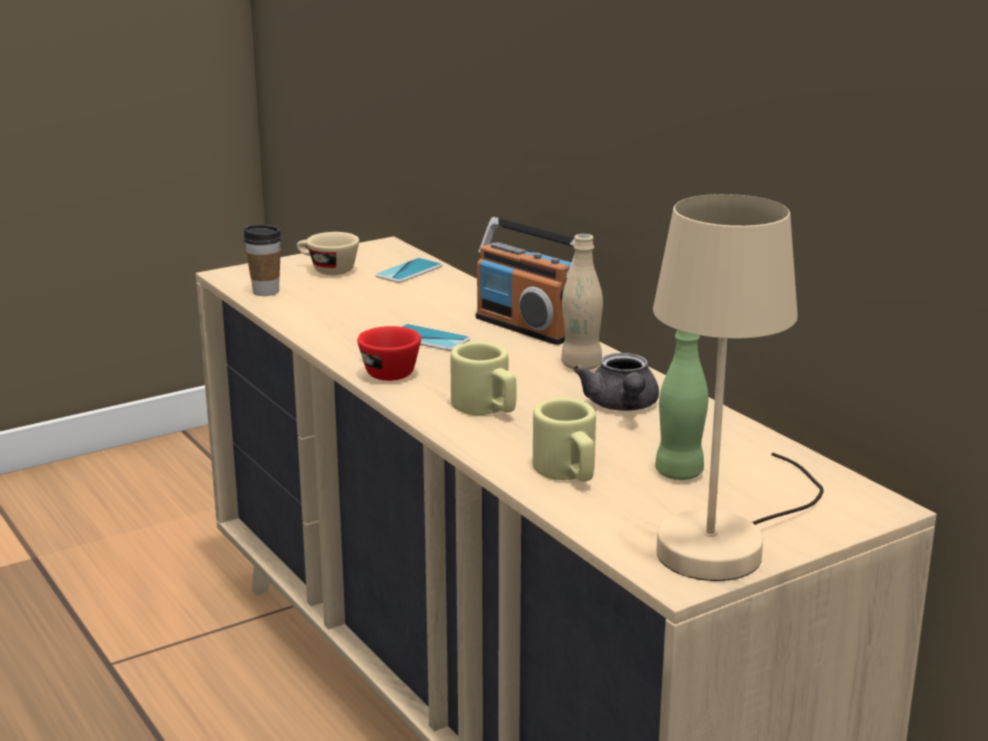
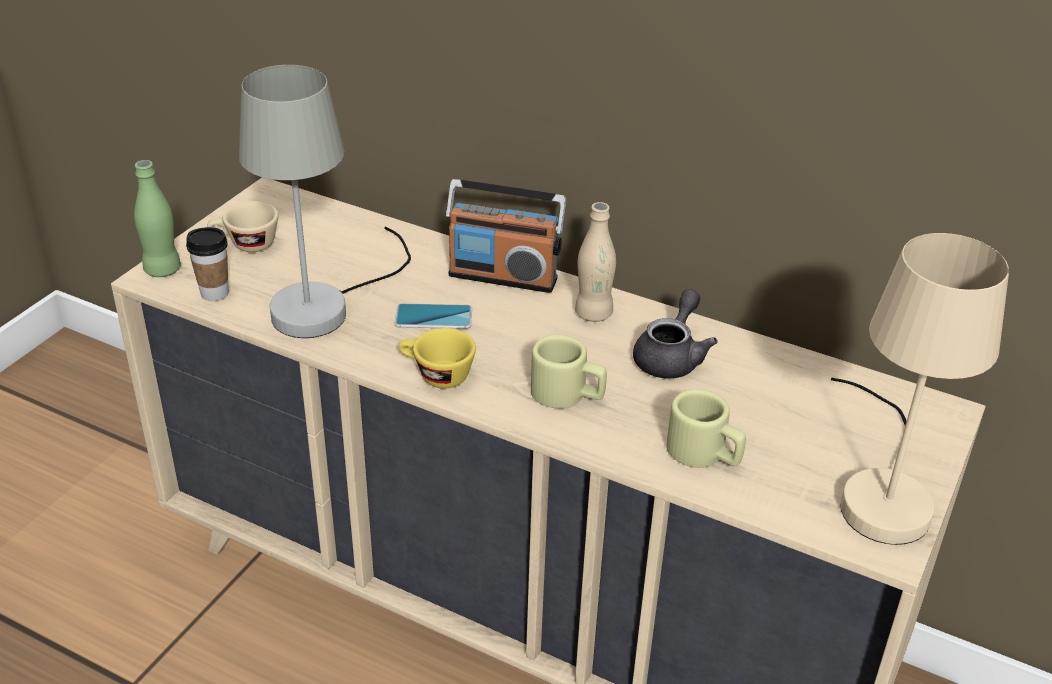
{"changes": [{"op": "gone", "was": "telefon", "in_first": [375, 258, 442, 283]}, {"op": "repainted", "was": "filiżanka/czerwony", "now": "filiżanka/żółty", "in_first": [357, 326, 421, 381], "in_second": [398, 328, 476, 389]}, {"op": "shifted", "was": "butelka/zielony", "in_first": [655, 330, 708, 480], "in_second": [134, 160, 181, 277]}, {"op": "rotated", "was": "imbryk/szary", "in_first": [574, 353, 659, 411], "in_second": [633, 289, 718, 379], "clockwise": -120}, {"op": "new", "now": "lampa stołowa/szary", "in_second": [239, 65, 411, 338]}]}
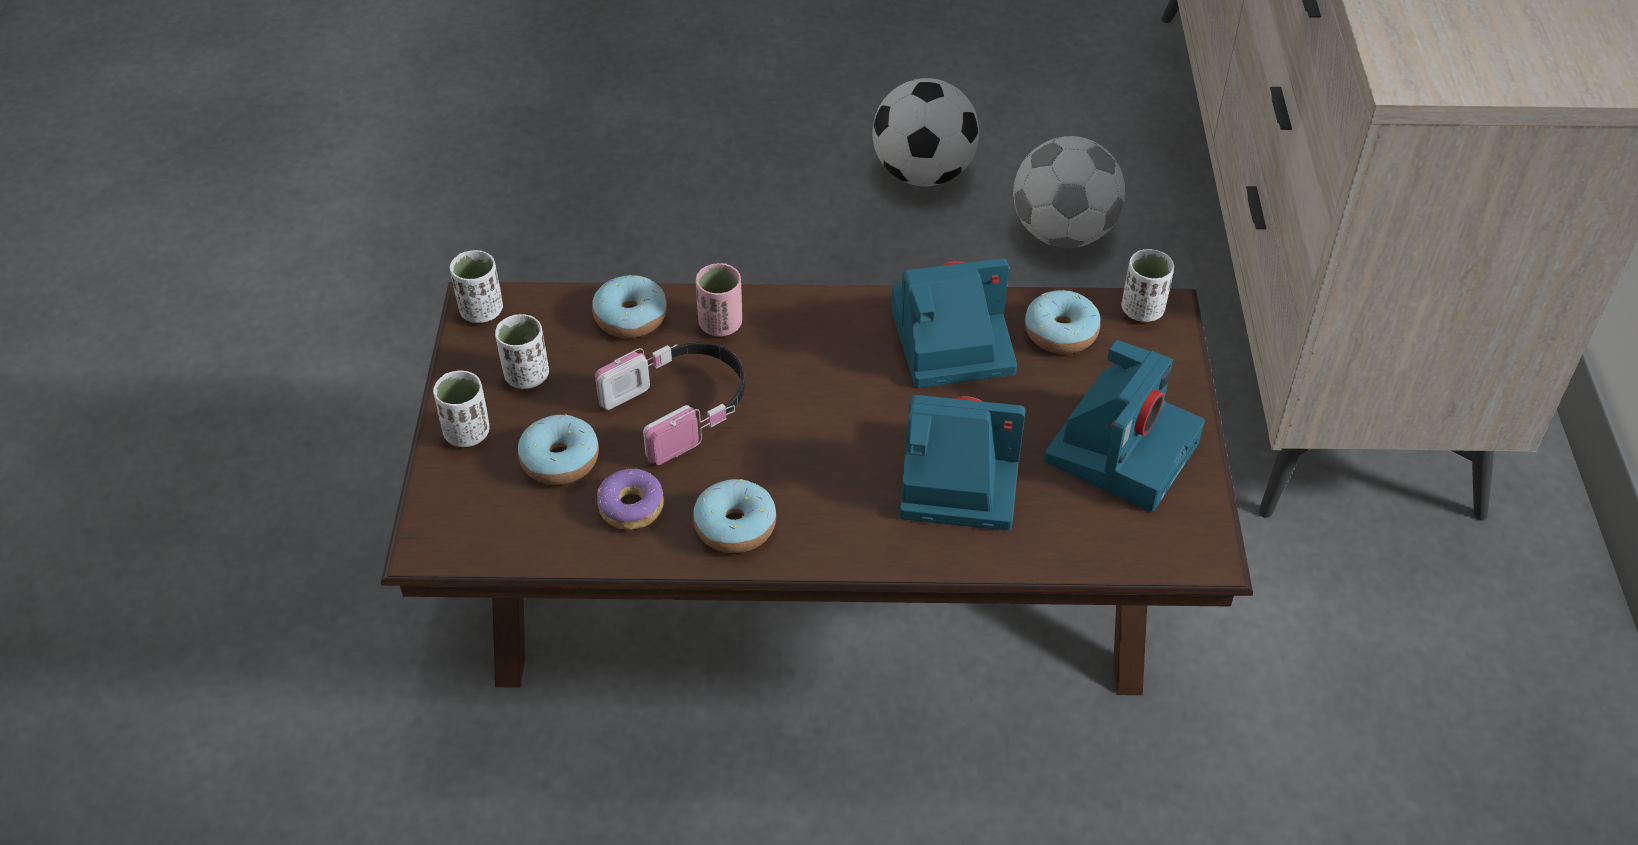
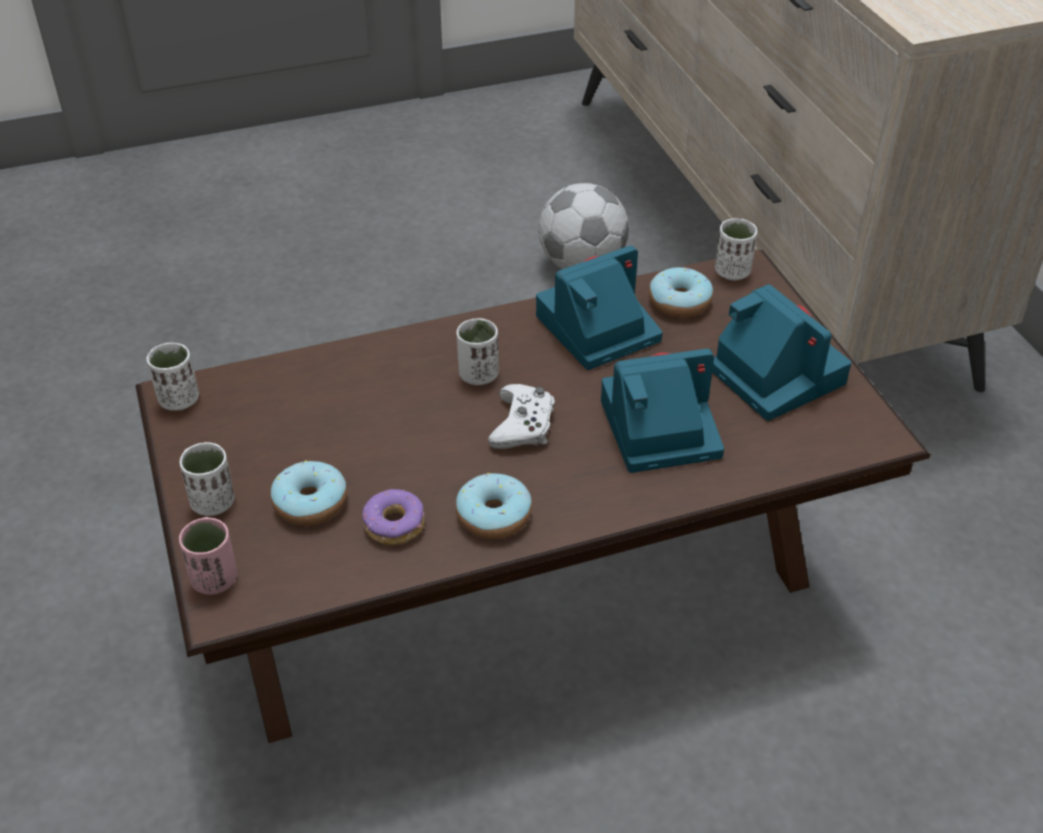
{"changes": [{"op": "gone", "was": "piłka futbolowa", "in_first": [872, 78, 979, 186]}, {"op": "shifted", "was": "filiżanka/różowy", "in_first": [696, 263, 742, 336], "in_second": [179, 517, 237, 595]}, {"op": "gone", "was": "donut", "in_first": [592, 275, 667, 338]}, {"op": "shifted", "was": "filiżanka/biały", "in_first": [495, 314, 549, 389], "in_second": [457, 318, 499, 385]}, {"op": "rotated", "was": "aparat fotograficzny", "in_first": [1044, 340, 1205, 512], "in_second": [712, 284, 851, 421], "clockwise": -45}, {"op": "gone", "was": "słuchawki", "in_first": [595, 342, 745, 465]}, {"op": "new", "now": "pad do gier/biały", "in_second": [488, 384, 555, 449]}]}
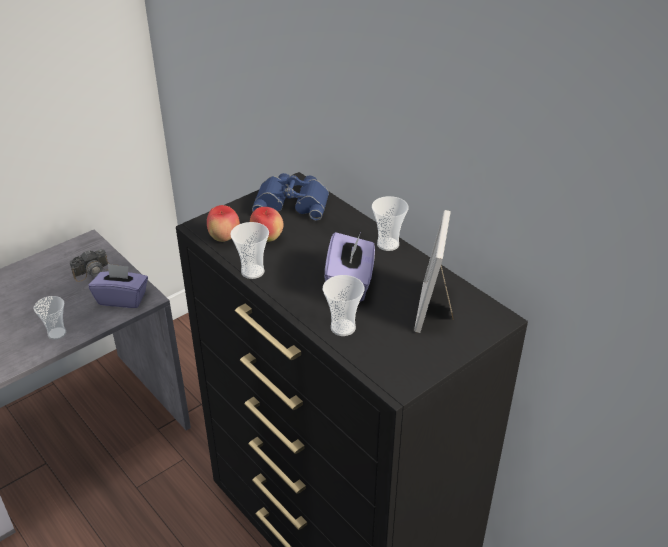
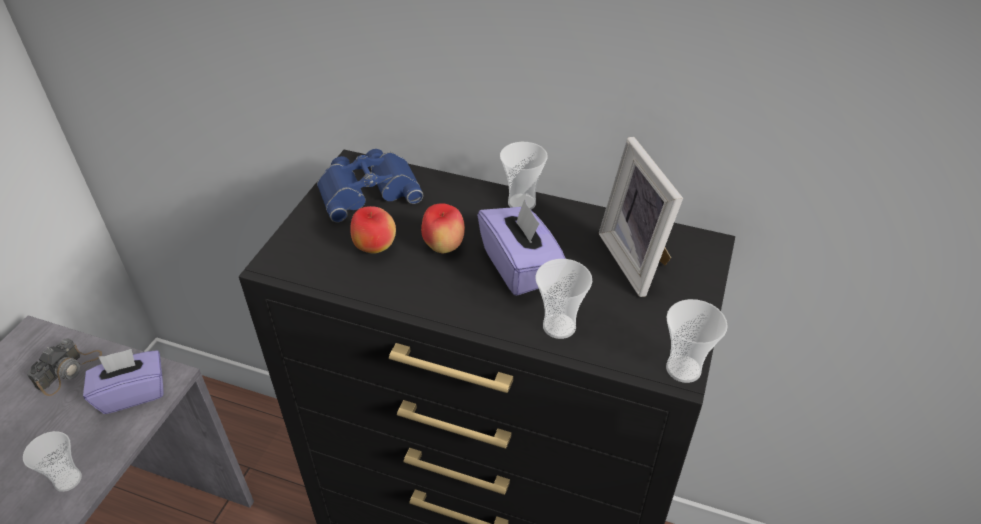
{"changes": [{"op": "shifted", "was": "jabłko", "in_first": [207, 205, 240, 242], "in_second": [421, 203, 465, 253]}, {"op": "shifted", "was": "filiżanka", "in_first": [230, 222, 269, 279], "in_second": [666, 299, 728, 383]}]}
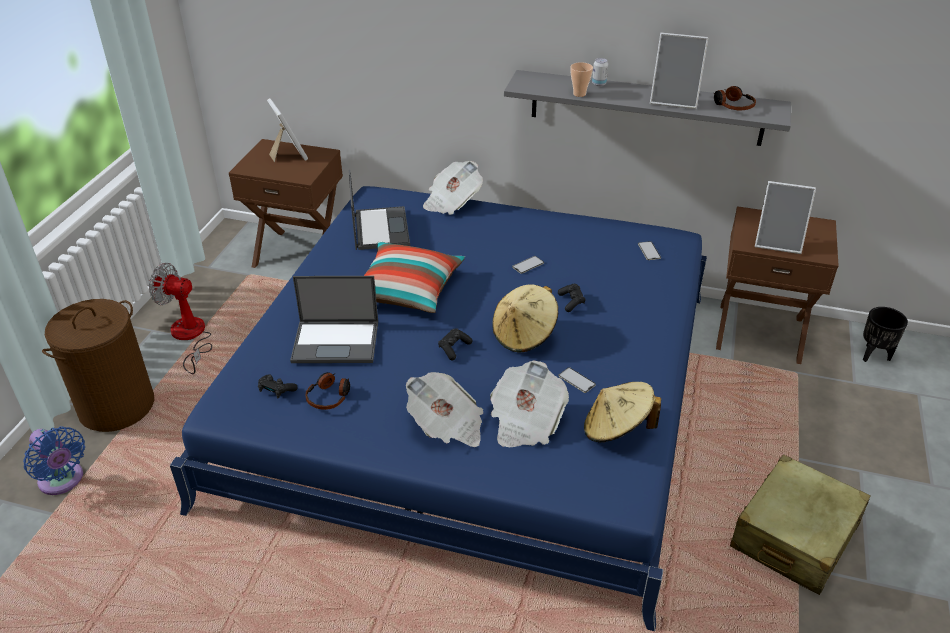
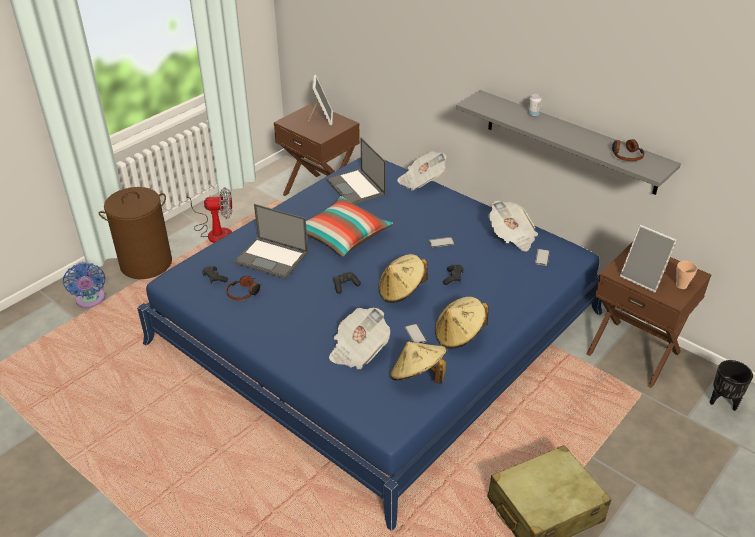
{"changes": [{"op": "gone", "was": "ramka na zdjęcie", "in_first": [650, 32, 709, 109]}, {"op": "shifted", "was": "filiżanka", "in_first": [570, 62, 593, 97], "in_second": [676, 261, 697, 289]}, {"op": "rotated", "was": "laptop", "in_first": [349, 170, 410, 250], "in_second": [326, 138, 386, 204], "clockwise": 135}, {"op": "rotated", "was": "wentylator", "in_first": [149, 263, 212, 374], "in_second": [185, 187, 232, 243], "clockwise": 135}, {"op": "shifted", "was": "gazeta", "in_first": [406, 372, 483, 447], "in_second": [488, 200, 538, 252]}, {"op": "new", "now": "kapelusz/beżowy", "in_second": [435, 297, 489, 349]}]}
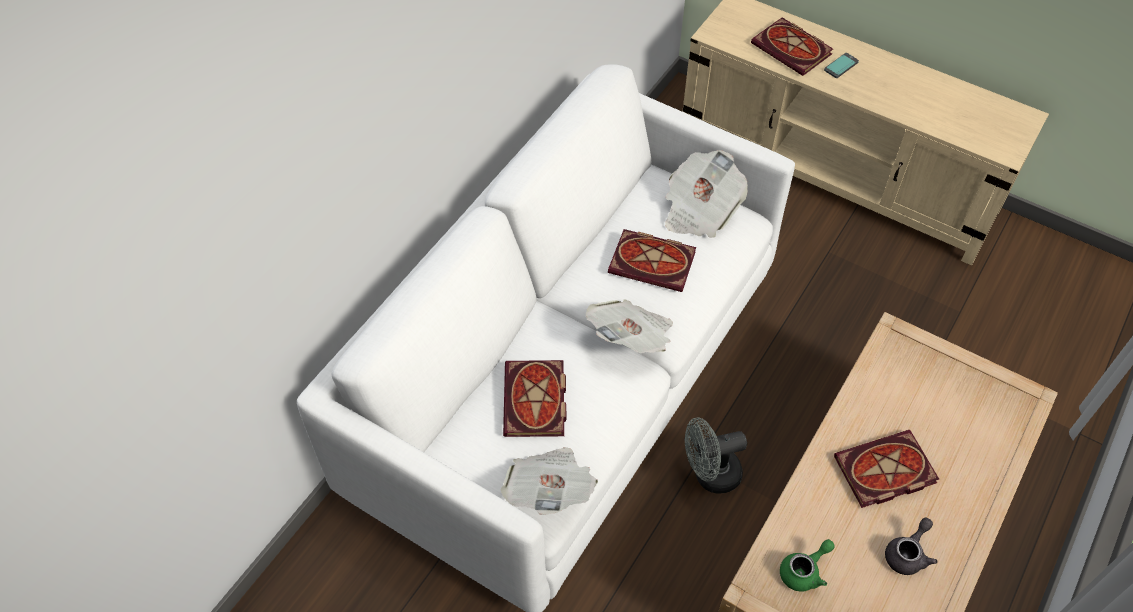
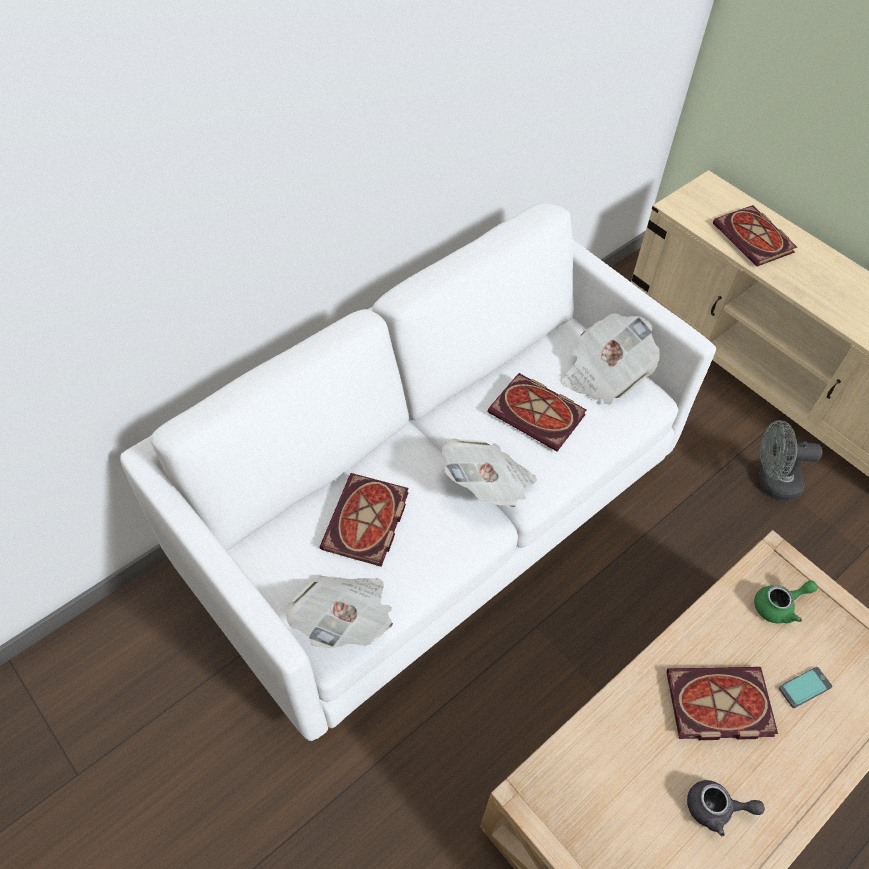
{"changes": [{"op": "shifted", "was": "telefon", "in_first": [824, 53, 859, 78], "in_second": [779, 667, 832, 708]}, {"op": "shifted", "was": "wentylator/szary", "in_first": [685, 418, 747, 494], "in_second": [759, 420, 822, 500]}, {"op": "rotated", "was": "imbryk/szary", "in_first": [885, 517, 938, 575], "in_second": [687, 780, 765, 836], "clockwise": 45}, {"op": "shifted", "was": "imbryk/zielony", "in_first": [780, 539, 834, 592], "in_second": [754, 580, 818, 623]}]}
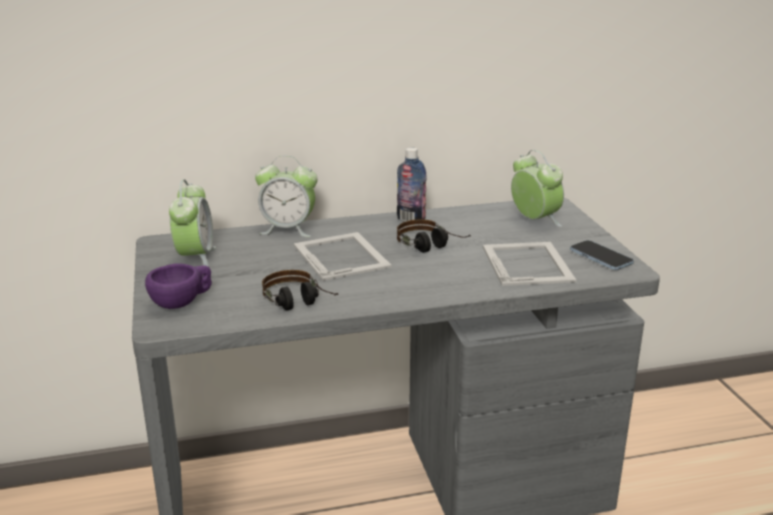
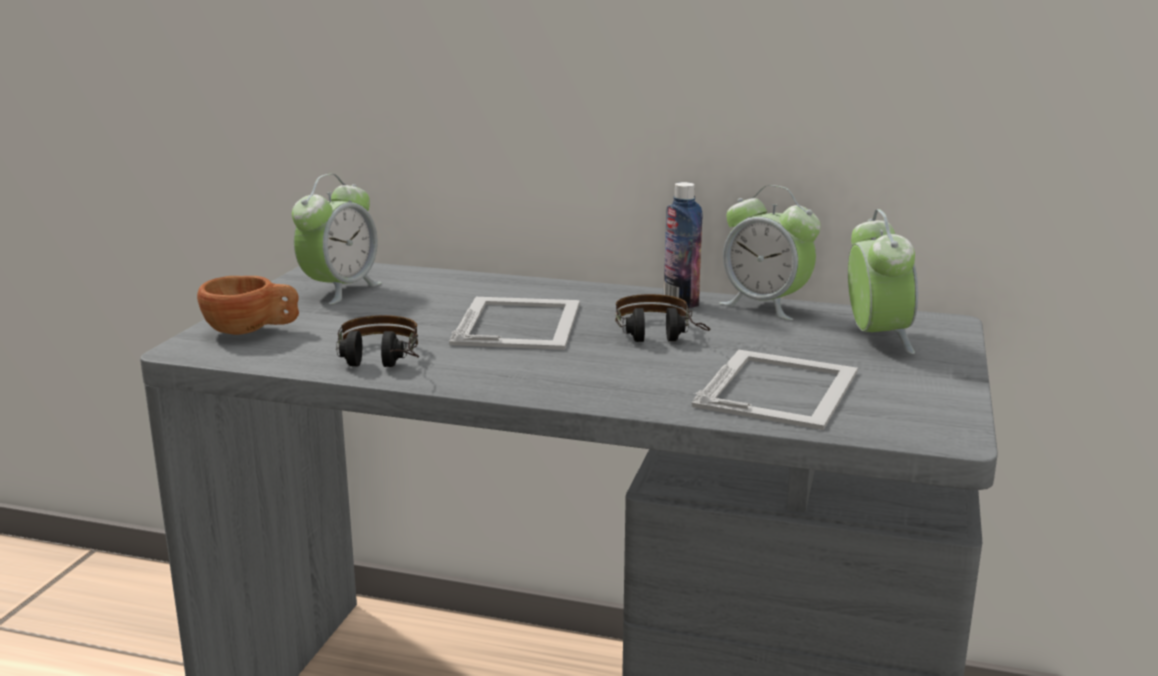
{"changes": [{"op": "shifted", "was": "budzik", "in_first": [255, 156, 318, 237], "in_second": [719, 185, 821, 320]}, {"op": "gone", "was": "telefon", "in_first": [570, 240, 634, 270]}, {"op": "repainted", "was": "filiżanka/fioletowy", "now": "filiżanka/brązowy", "in_first": [145, 263, 212, 309], "in_second": [197, 276, 299, 335]}]}
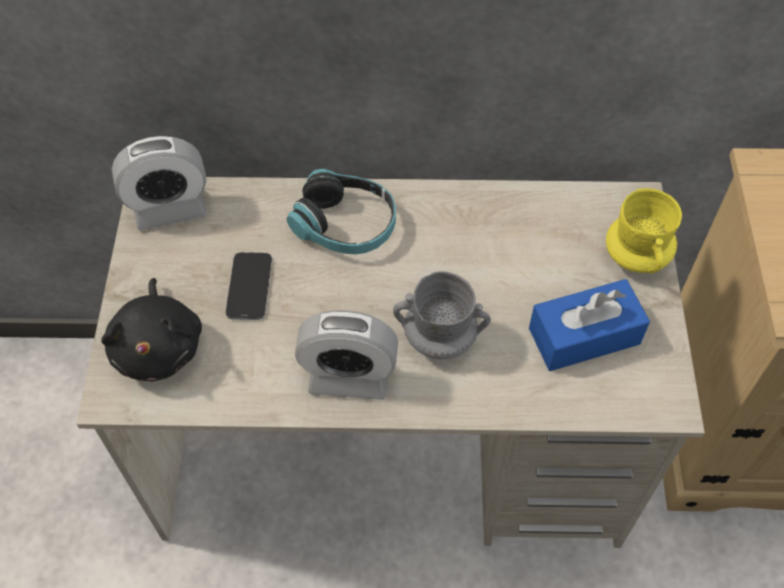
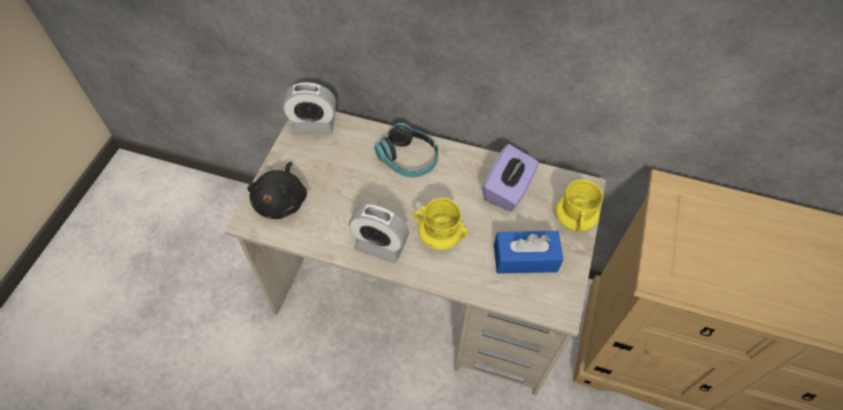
{"changes": [{"op": "gone", "was": "telefon", "in_first": [226, 252, 272, 320]}, {"op": "repainted", "was": "kubek/szary", "now": "kubek/żółty", "in_first": [393, 271, 491, 359], "in_second": [414, 197, 468, 250]}, {"op": "new", "now": "pudełko chusteczek/fioletowy", "in_second": [483, 144, 539, 211]}]}
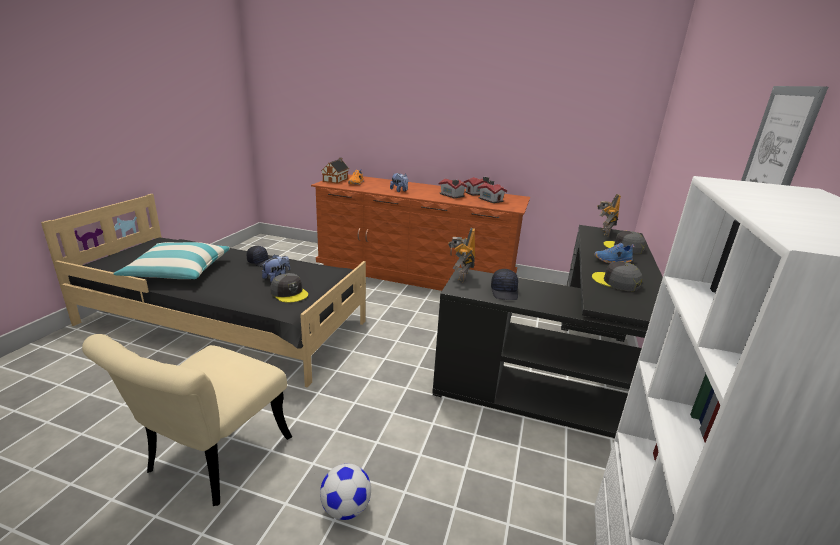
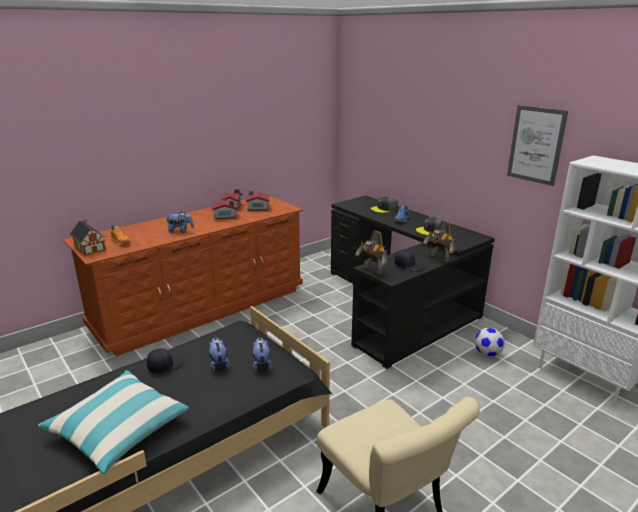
{"changes": [{"op": "shifted", "was": "robot zabawkowy", "in_first": [597, 194, 621, 237], "in_second": [423, 220, 455, 262]}, {"op": "swapped", "was": "czapka z daszkiem/szary", "now": "pluszak", "in_first": [270, 273, 308, 303], "in_second": [252, 337, 272, 372]}, {"op": "shifted", "was": "piłka futbolowa", "in_first": [320, 464, 371, 520], "in_second": [475, 328, 505, 357]}]}
